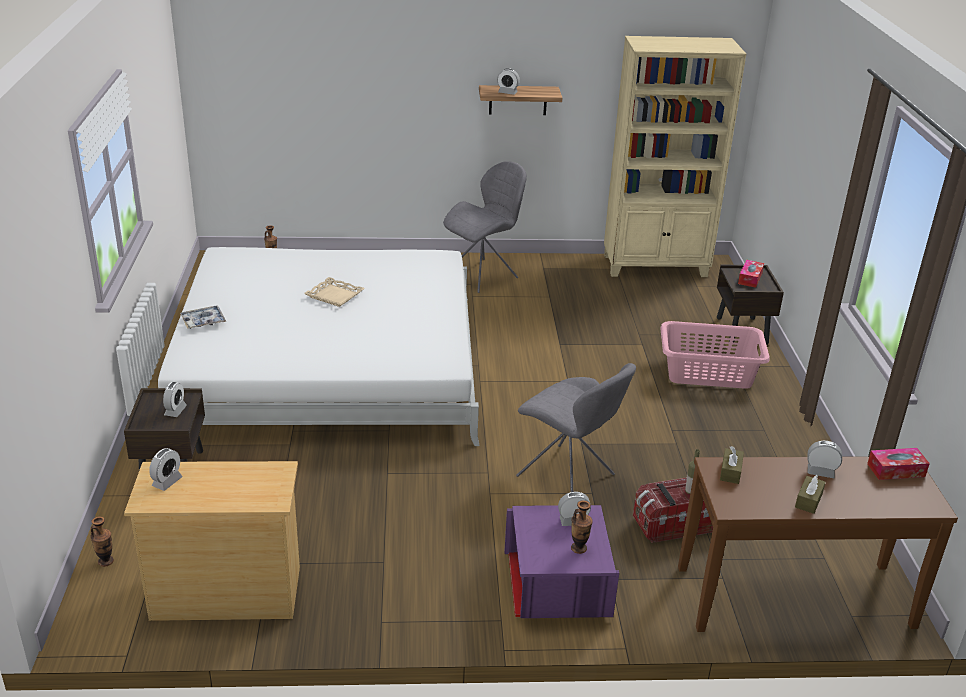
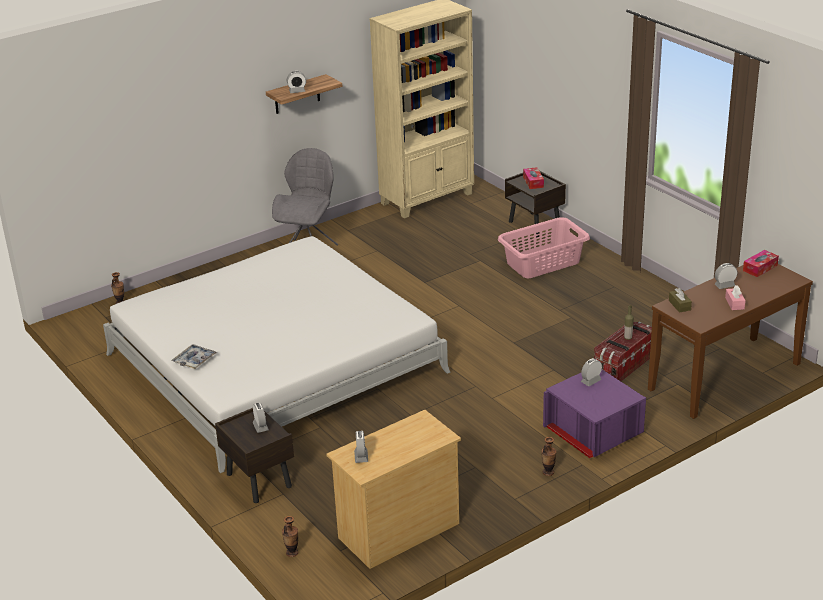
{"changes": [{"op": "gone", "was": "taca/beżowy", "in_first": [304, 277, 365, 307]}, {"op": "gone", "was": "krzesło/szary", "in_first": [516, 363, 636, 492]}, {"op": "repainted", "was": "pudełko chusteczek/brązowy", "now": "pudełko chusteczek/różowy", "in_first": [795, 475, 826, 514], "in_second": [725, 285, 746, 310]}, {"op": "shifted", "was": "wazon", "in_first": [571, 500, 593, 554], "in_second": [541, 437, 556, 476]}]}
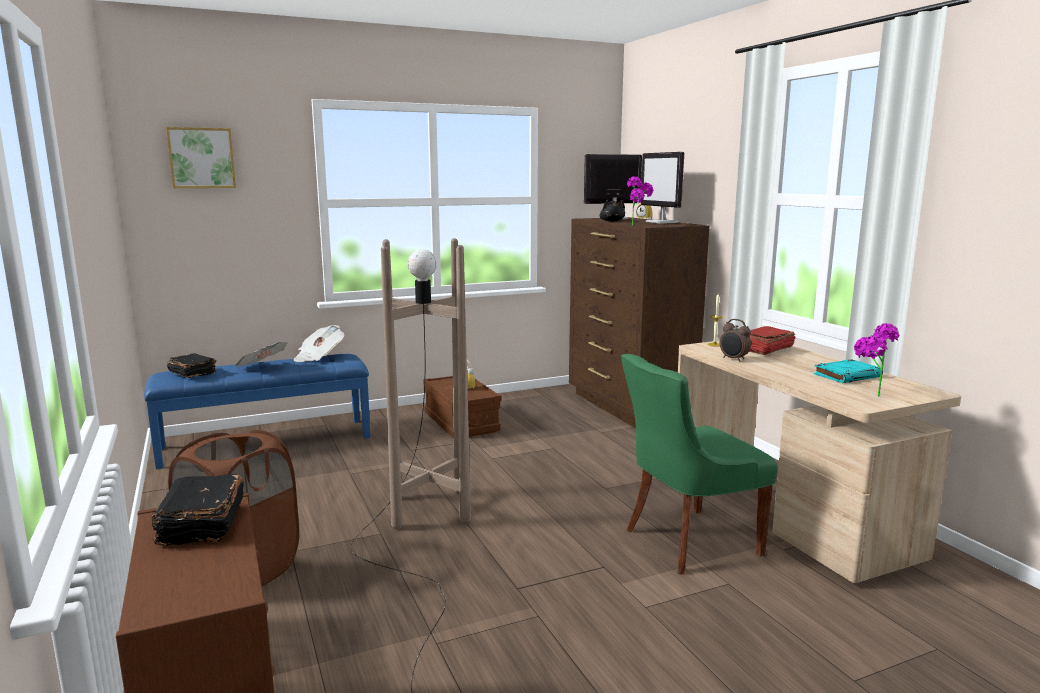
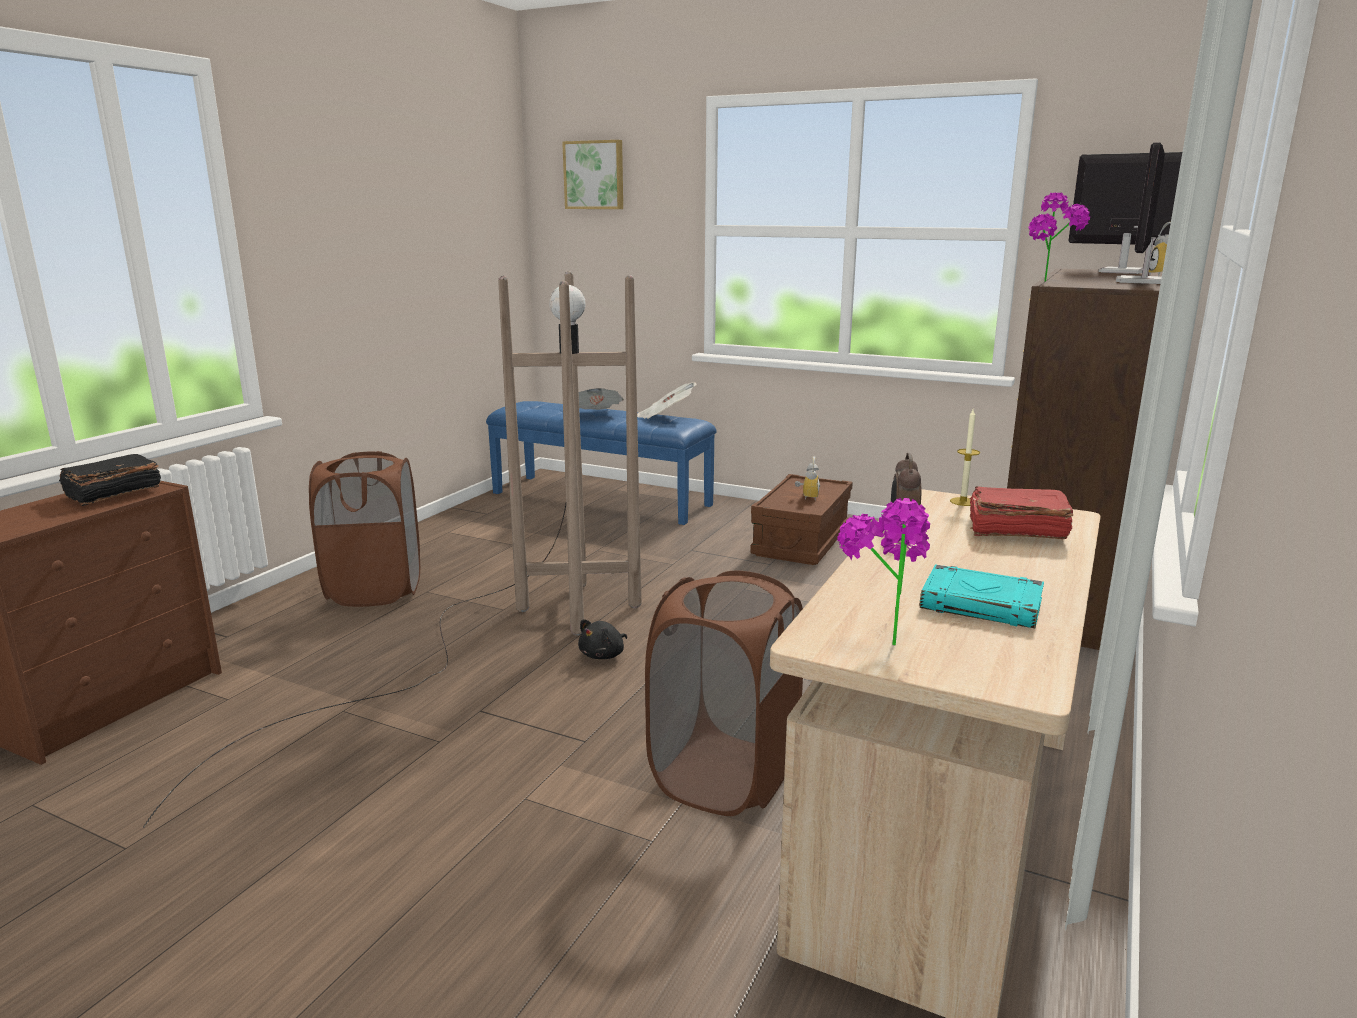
{"changes": [{"op": "shifted", "was": "pluszak/czarny", "in_first": [600, 200, 625, 222], "in_second": [578, 619, 627, 659]}, {"op": "gone", "was": "książka/czarny", "in_first": [167, 353, 216, 378]}, {"op": "swapped", "was": "krzesło/zielony", "now": "kosz na pranie/brązowy", "in_first": [621, 354, 777, 575], "in_second": [645, 571, 803, 816]}]}
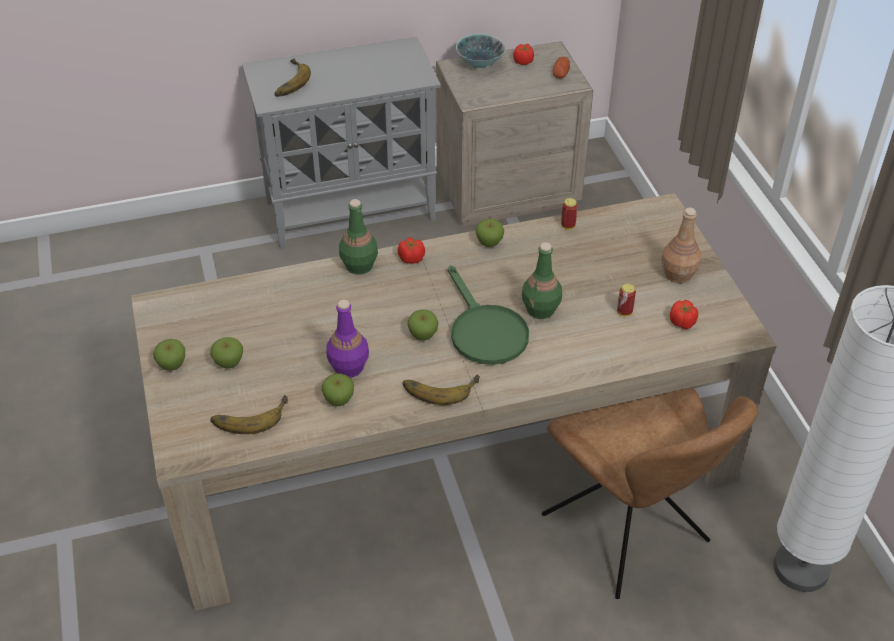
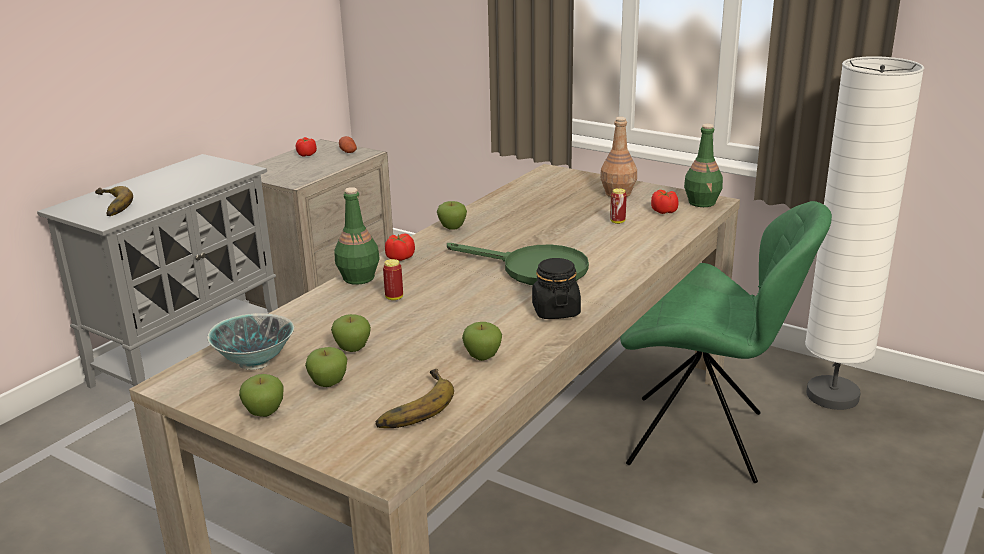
{"changes": [{"op": "shifted", "was": "miska", "in_first": [456, 34, 506, 70], "in_second": [207, 313, 294, 370]}, {"op": "shifted", "was": "puszka", "in_first": [561, 198, 578, 230], "in_second": [383, 259, 403, 300]}, {"op": "shifted", "was": "butelka/zielony", "in_first": [522, 242, 562, 319], "in_second": [684, 124, 723, 207]}, {"op": "gone", "was": "butelka/fioletowy", "in_first": [326, 300, 369, 378]}, {"op": "shifted", "was": "jabłko", "in_first": [407, 310, 438, 341], "in_second": [331, 314, 371, 352]}, {"op": "swapped", "was": "banan", "now": "słoik/czarny", "in_first": [402, 375, 480, 405], "in_second": [532, 258, 581, 319]}, {"op": "repainted", "was": "krzesło/brązowy", "now": "krzesło/zielony", "in_first": [541, 387, 758, 599], "in_second": [620, 201, 832, 483]}]}
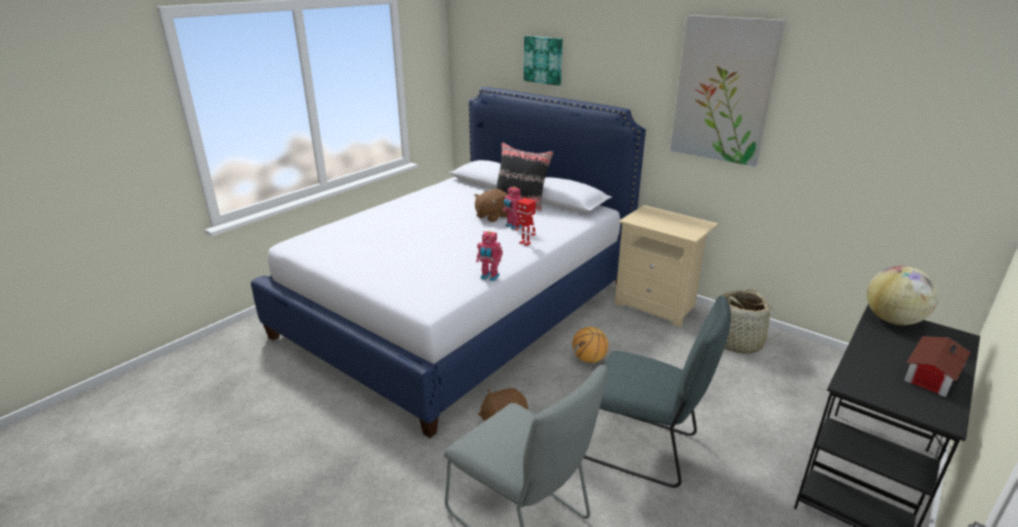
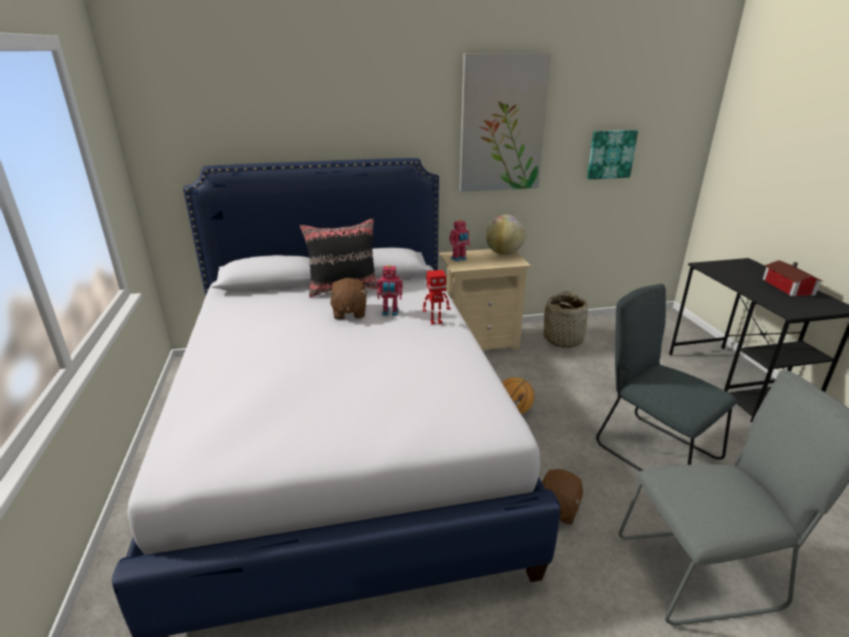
{"changes": [{"op": "shifted", "was": "obraz", "in_first": [524, 36, 563, 86], "in_second": [587, 130, 638, 180]}, {"op": "shifted", "was": "robot zabawkowy", "in_first": [476, 231, 503, 281], "in_second": [449, 220, 470, 262]}, {"op": "shifted", "was": "globus", "in_first": [867, 266, 938, 325], "in_second": [485, 215, 525, 255]}, {"op": "rotated", "was": "krzesło/szary", "in_first": [584, 296, 731, 488], "in_second": [596, 284, 737, 471], "clockwise": -105}]}
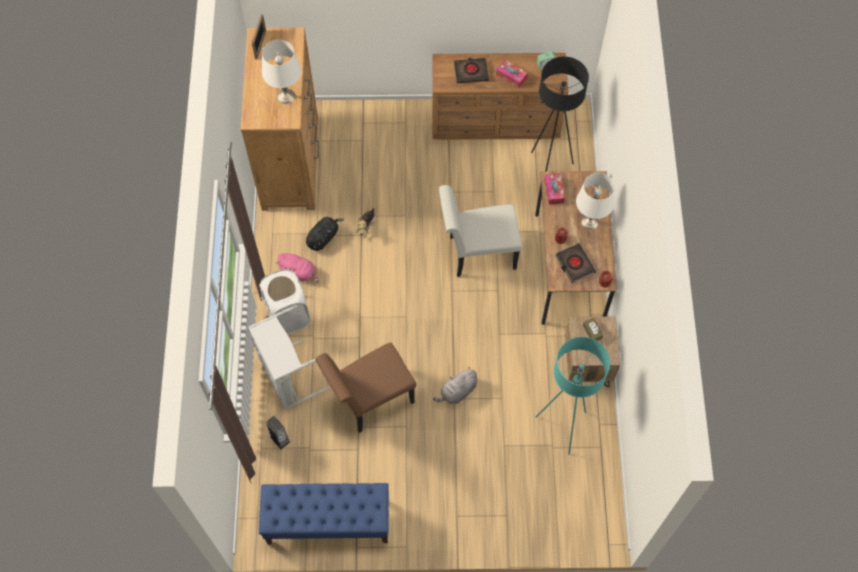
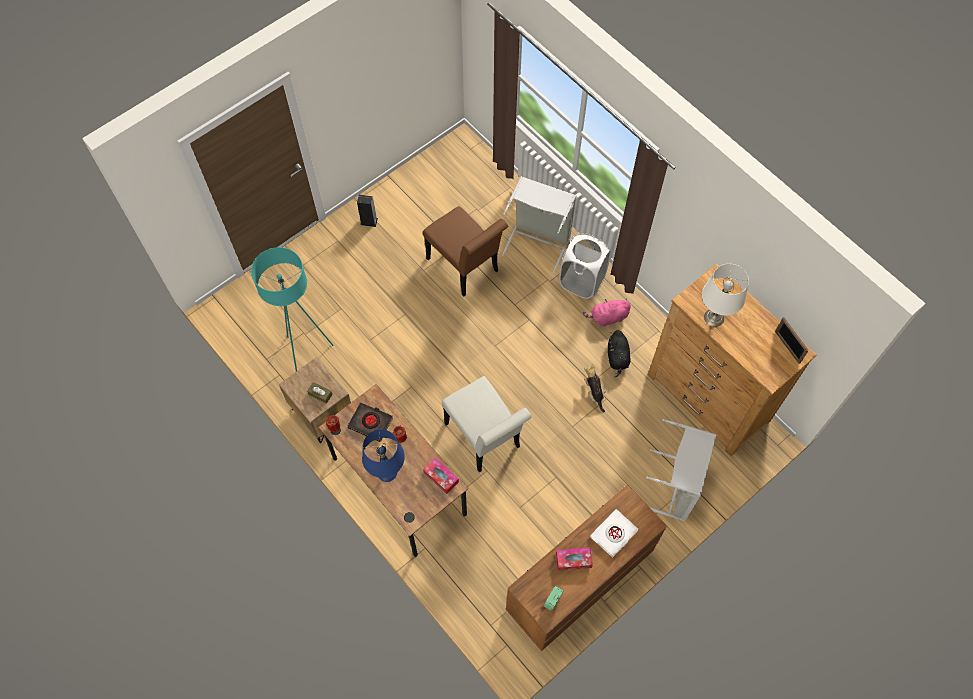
{"changes": [{"op": "gone", "was": "lampa stojąca/czarny", "in_first": [531, 57, 589, 172]}, {"op": "repainted", "was": "książka/czarny", "now": "książka/biały", "in_first": [454, 58, 489, 83], "in_second": [590, 509, 638, 557]}, {"op": "repainted", "was": "lampa stołowa/biały", "now": "lampa stołowa/niebieski", "in_first": [576, 173, 615, 230], "in_second": [362, 429, 405, 482]}, {"op": "rotated", "was": "krzesło/biały", "in_first": [439, 185, 522, 277], "in_second": [442, 376, 532, 472], "clockwise": 105}, {"op": "rotated", "was": "krzesło/brązowy", "in_first": [315, 342, 417, 433], "in_second": [423, 206, 508, 297], "clockwise": 120}, {"op": "gone", "was": "pluszak/szary", "in_first": [433, 367, 478, 404]}, {"op": "shifted", "was": "głośnik", "in_first": [266, 416, 290, 449], "in_second": [357, 195, 378, 227]}, {"op": "gone", "was": "ławka/niebieski", "in_first": [259, 483, 389, 545]}, {"op": "new", "now": "kosz na pranie/szary", "in_second": [646, 419, 716, 521]}]}
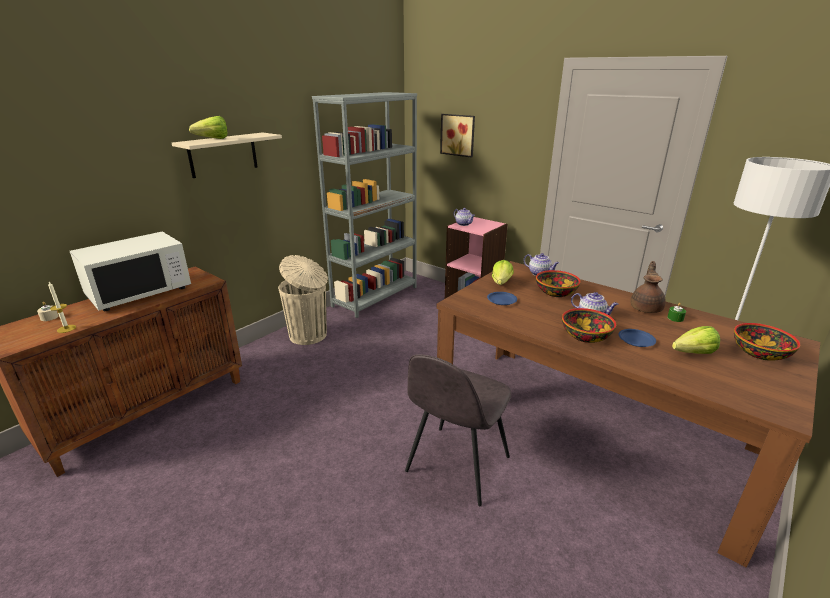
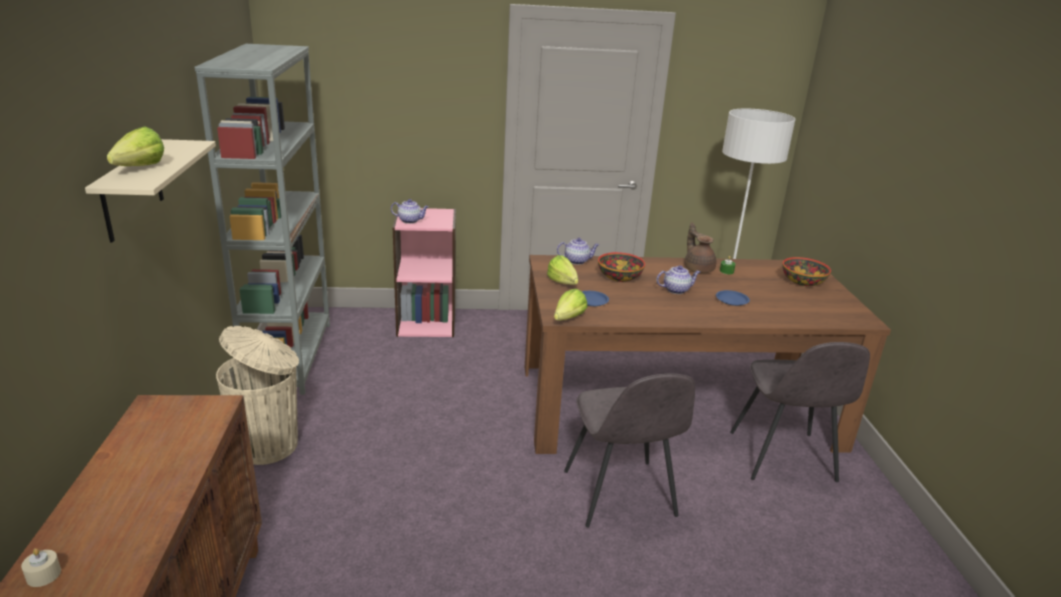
{"changes": [{"op": "gone", "was": "obraz", "in_first": [440, 114, 475, 158]}, {"op": "gone", "was": "mikrofalówka/biały", "in_first": [70, 231, 191, 311]}, {"op": "gone", "was": "świeca", "in_first": [48, 282, 76, 333]}, {"op": "gone", "was": "miska", "in_first": [562, 308, 616, 343]}, {"op": "shifted", "was": "sałata", "in_first": [672, 326, 720, 354], "in_second": [554, 289, 587, 320]}, {"op": "new", "now": "krzesło/szary", "in_second": [730, 342, 870, 482]}]}
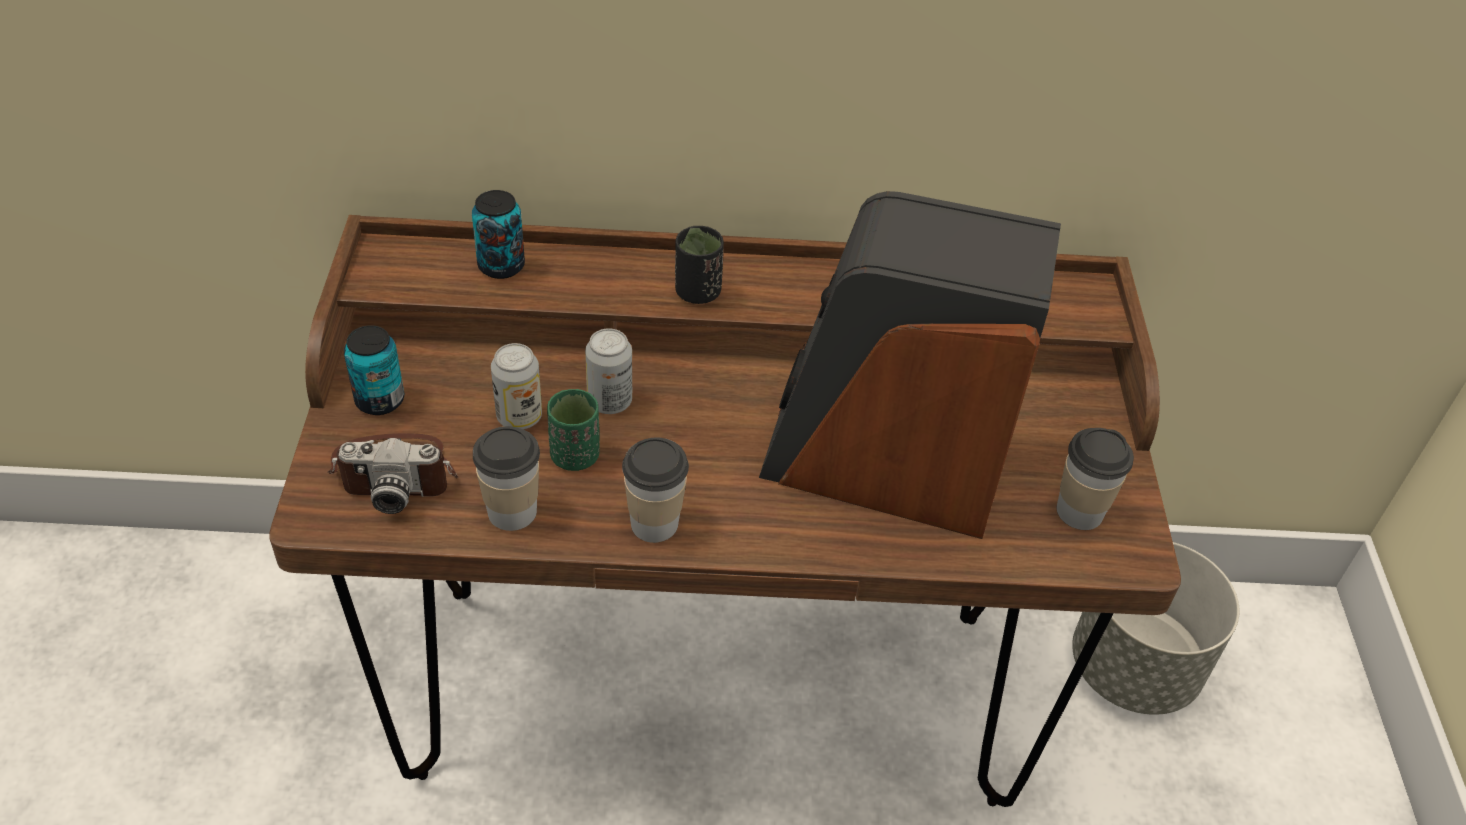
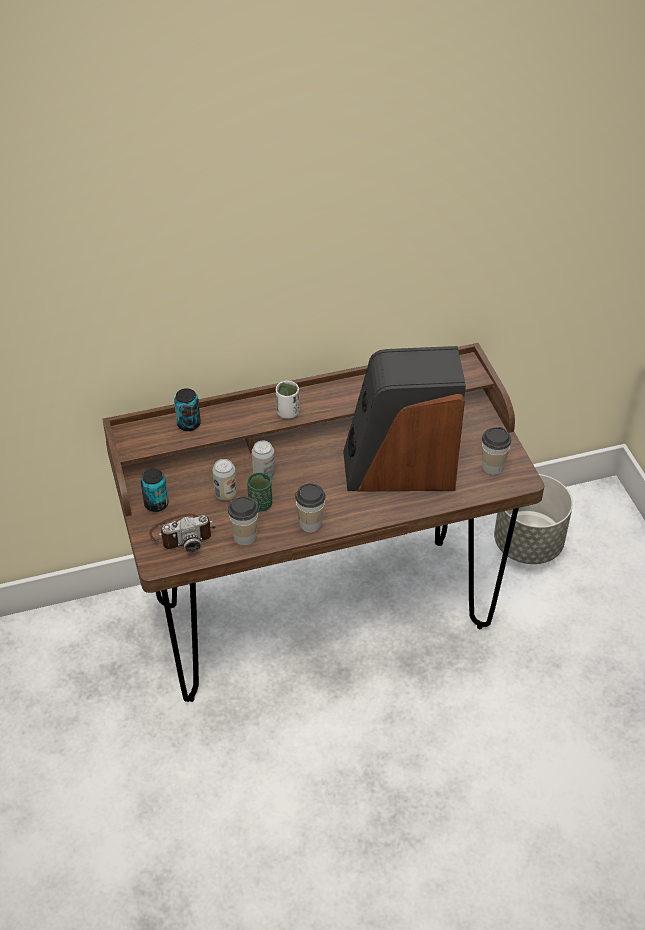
{"changes": [{"op": "repainted", "was": "filiżanka/czarny", "now": "filiżanka/biały", "in_first": [675, 226, 724, 304], "in_second": [276, 381, 300, 419]}]}
